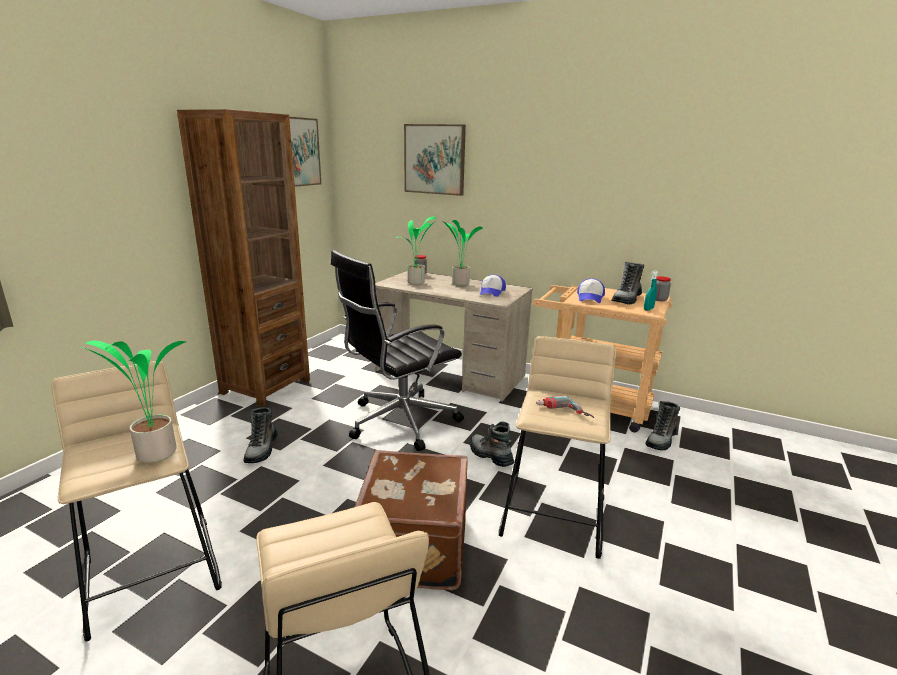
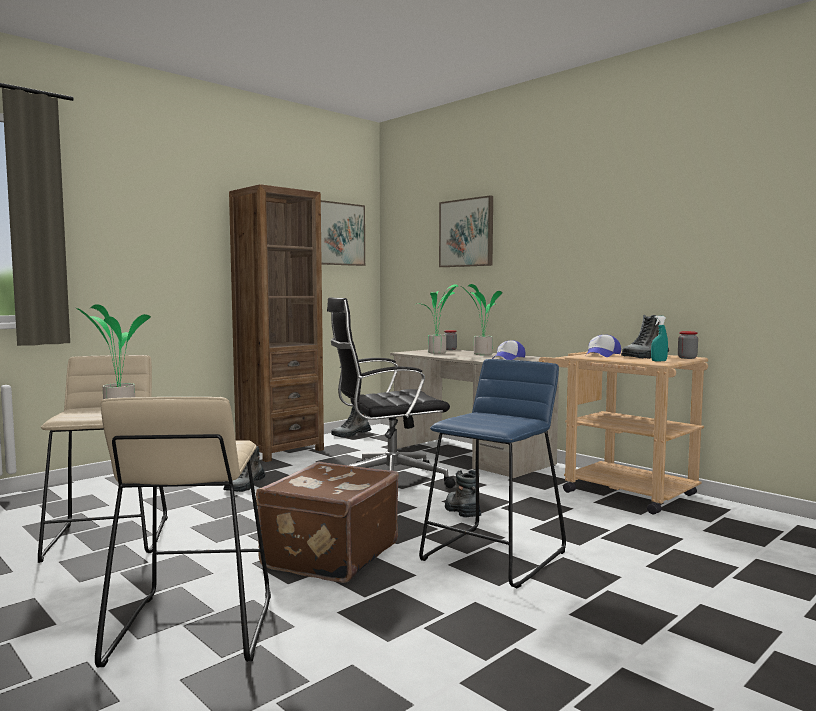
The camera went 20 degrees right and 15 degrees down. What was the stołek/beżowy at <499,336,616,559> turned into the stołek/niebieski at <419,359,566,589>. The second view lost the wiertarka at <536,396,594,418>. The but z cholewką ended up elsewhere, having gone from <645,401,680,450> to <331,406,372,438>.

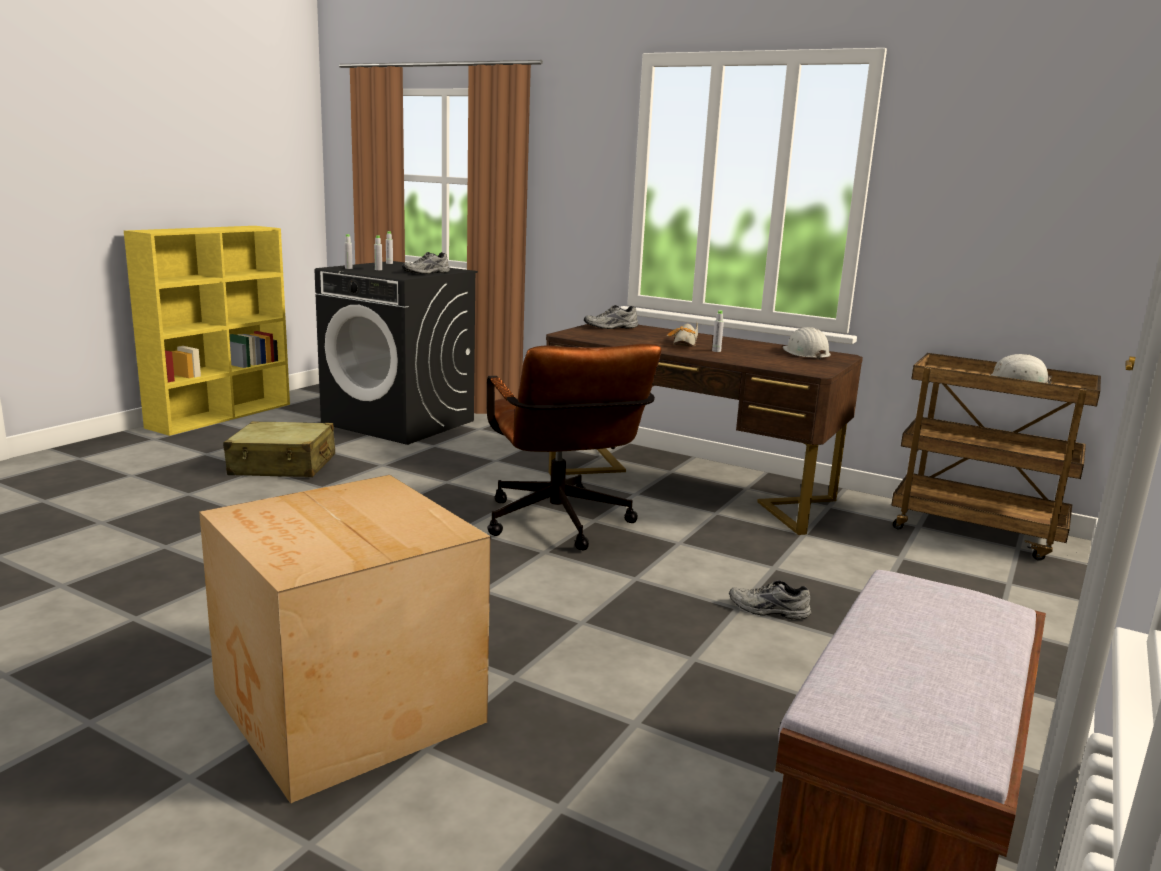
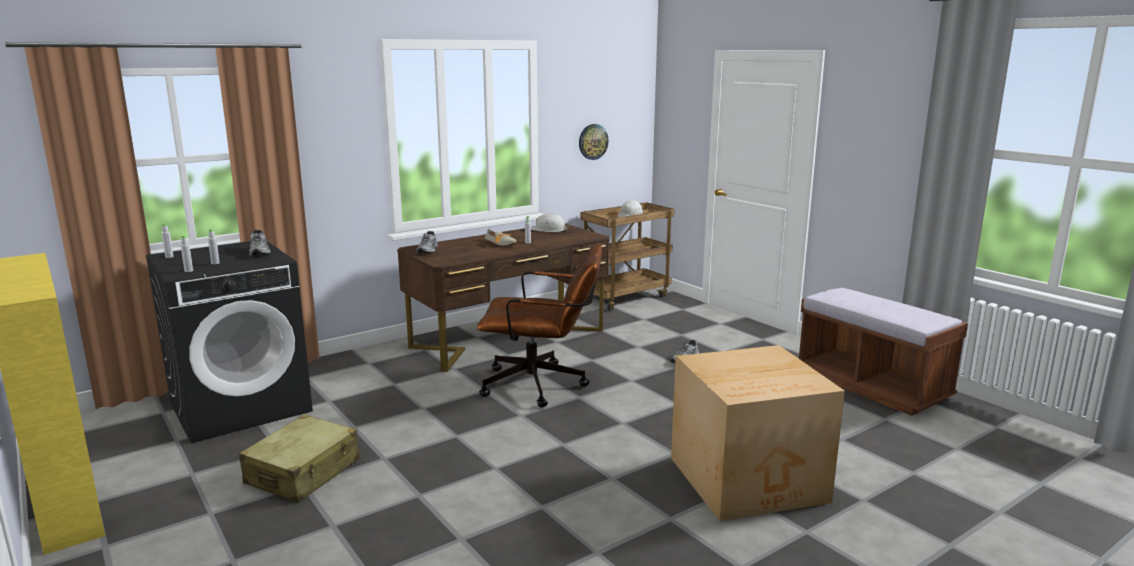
The camera went 65 degrees left and 0 degrees up. The second view gained the zegar ścienny at <579,124,609,160>.

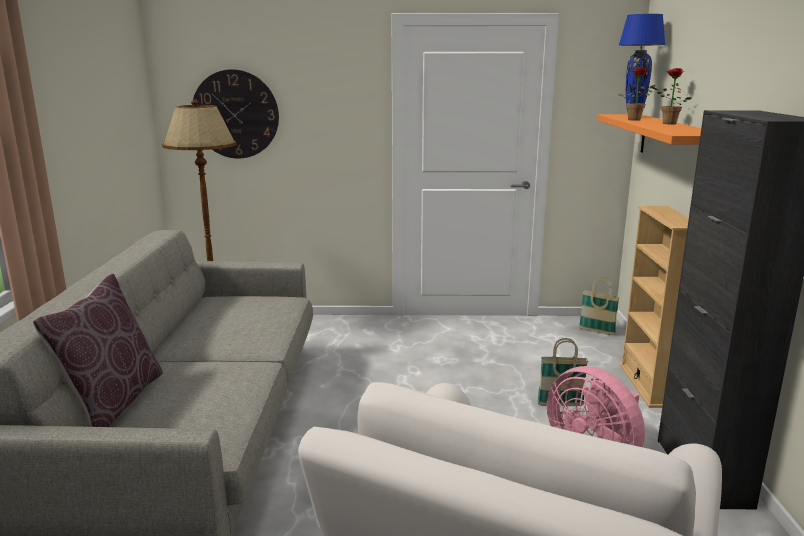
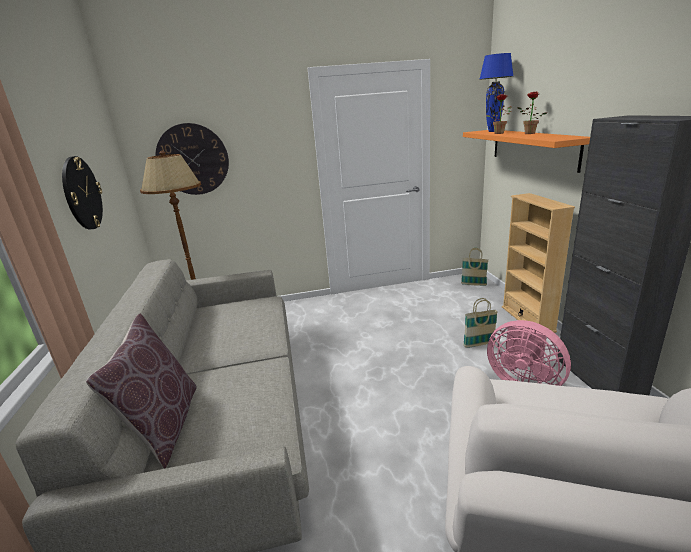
The camera went 10 degrees left and 5 degrees up. The second view gained the zegar ścienny at <62,156,103,230>.

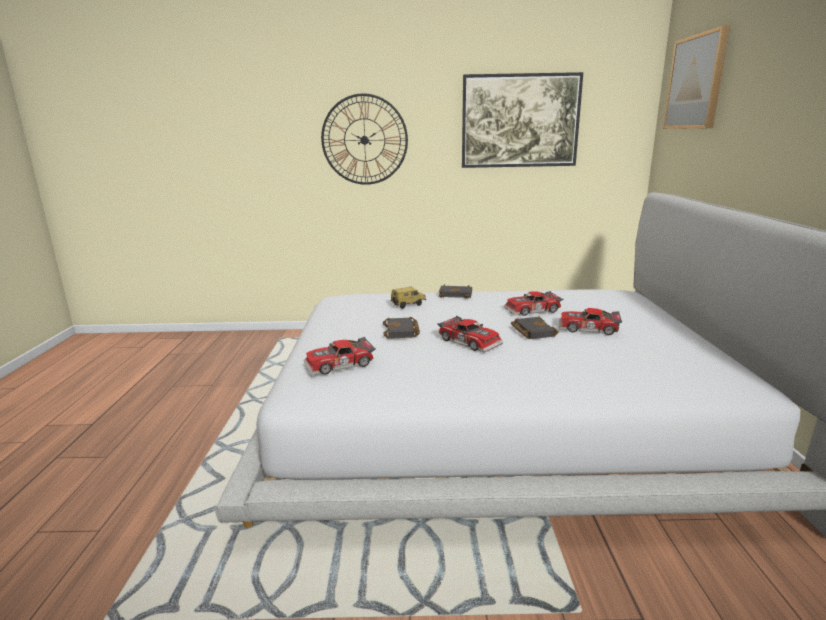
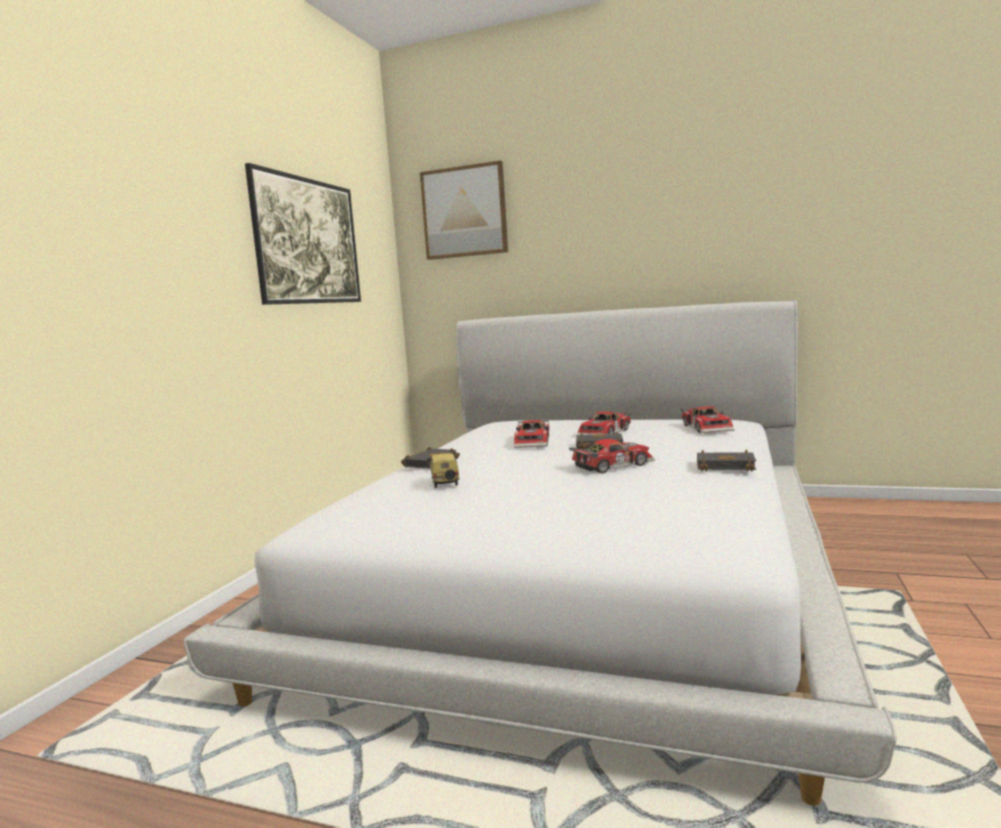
The camera went 70 degrees left and 10 degrees down. The samochodzik ended up elsewhere, having gone from <303,337,376,375> to <681,406,734,433>. The second view lost the zegar ścienny at <321,93,408,185>. The książka/czarny ended up elsewhere, having gone from <383,317,420,339> to <697,450,756,471>.

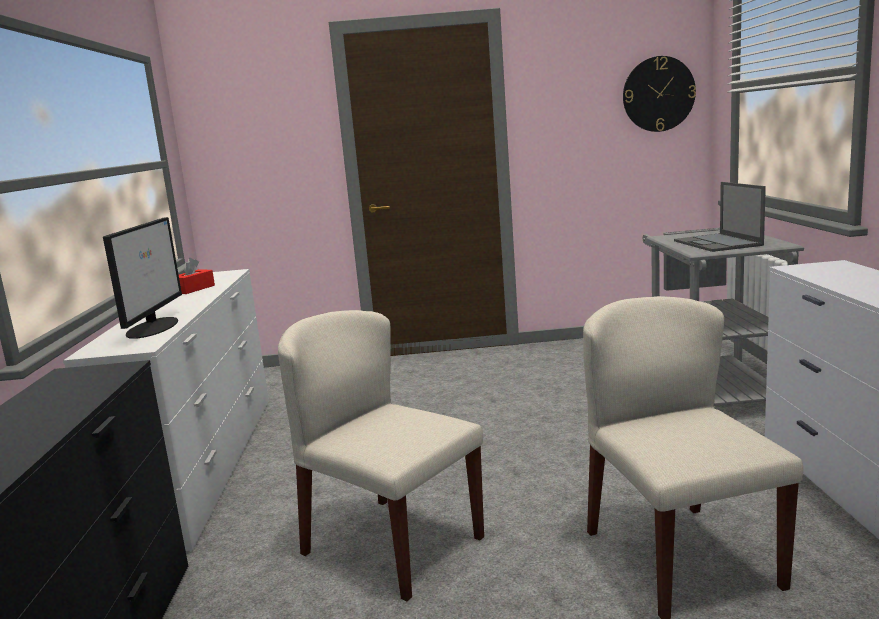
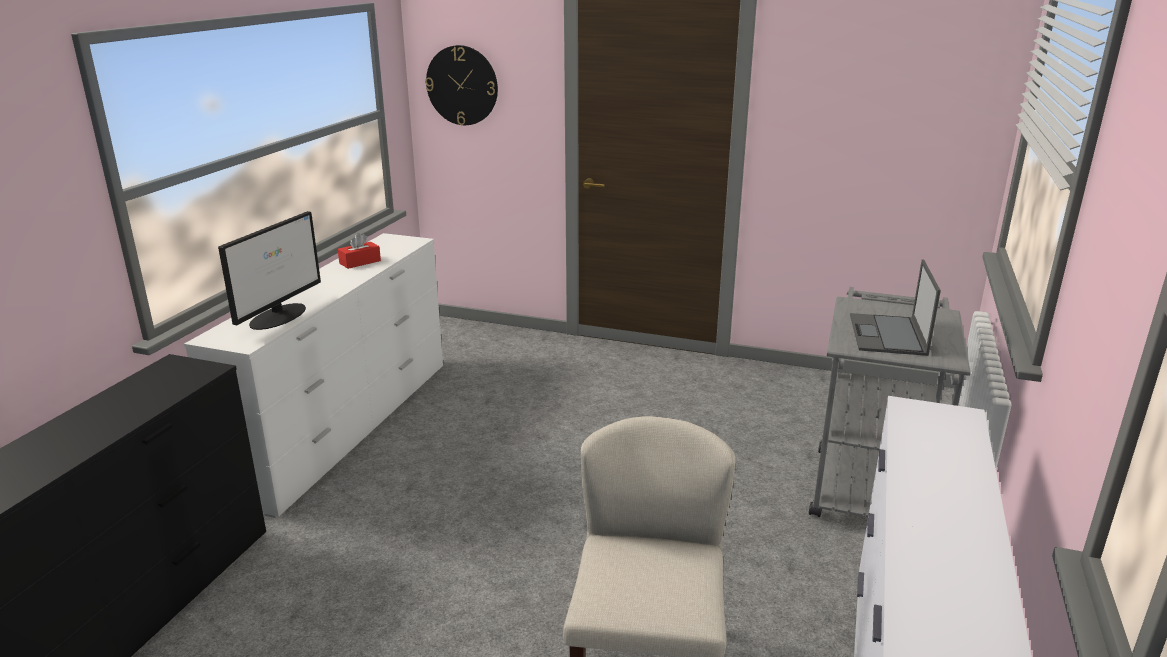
The camera went 20 degrees right and 10 degrees up. The second view lost the krzesło/beżowy at <278,310,484,601>. The zegar ścienny ended up elsewhere, having gone from <623,56,696,132> to <425,45,498,125>.

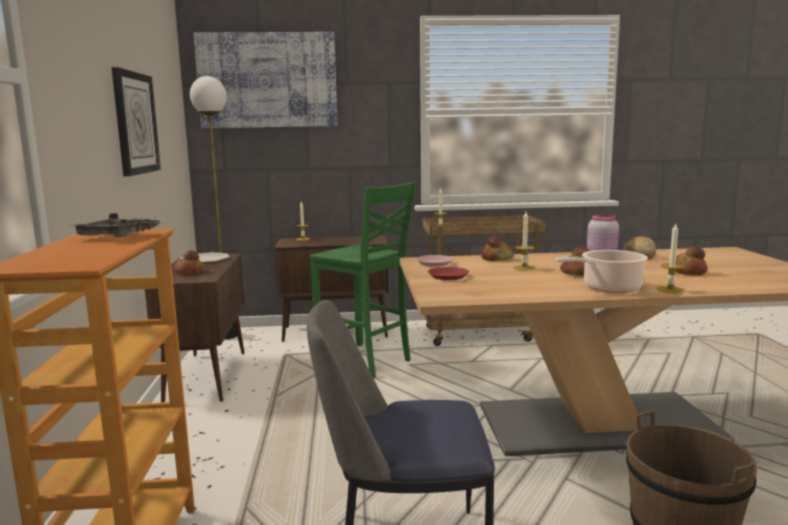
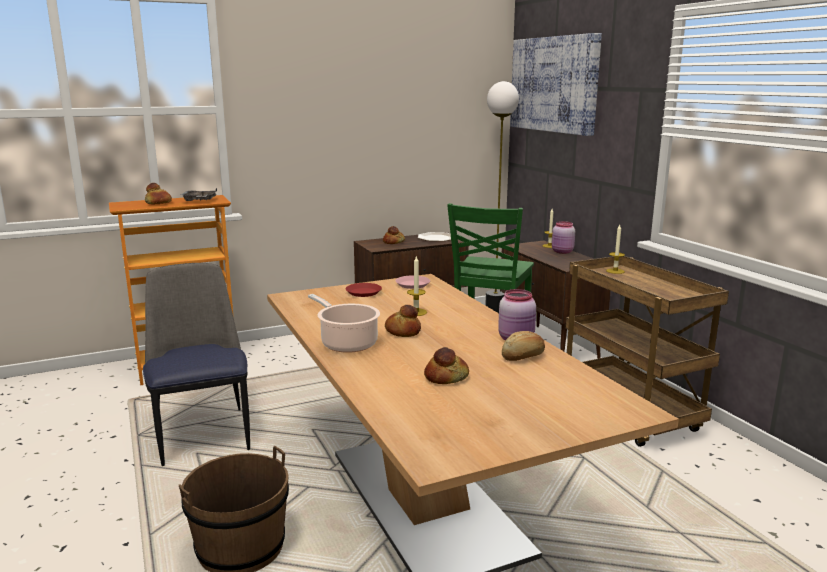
The camera went 70 degrees right and 5 degrees up. The second view lost the zegar ścienny at <111,67,161,176>. The chleb ended up elsewhere, having gone from <481,235,514,261> to <145,183,172,204>. The second view lost the świeca at <657,224,684,293>. The second view gained the słoik/różowy at <552,221,575,254>.

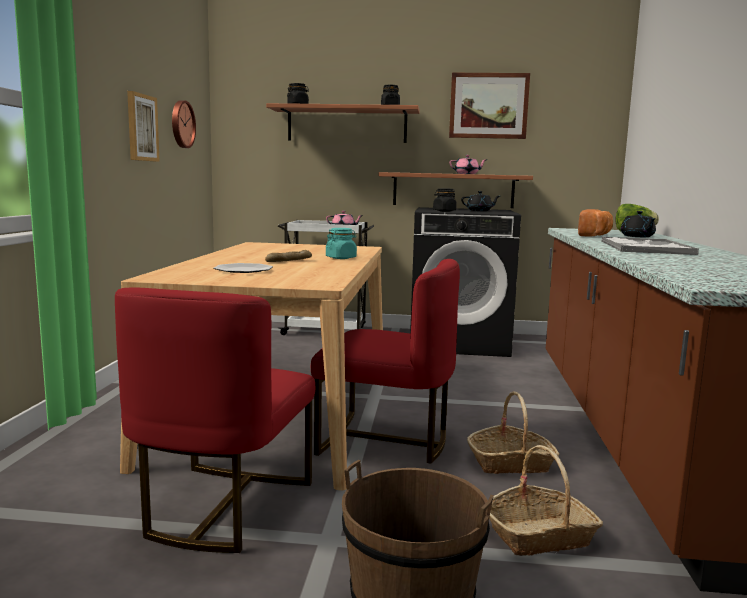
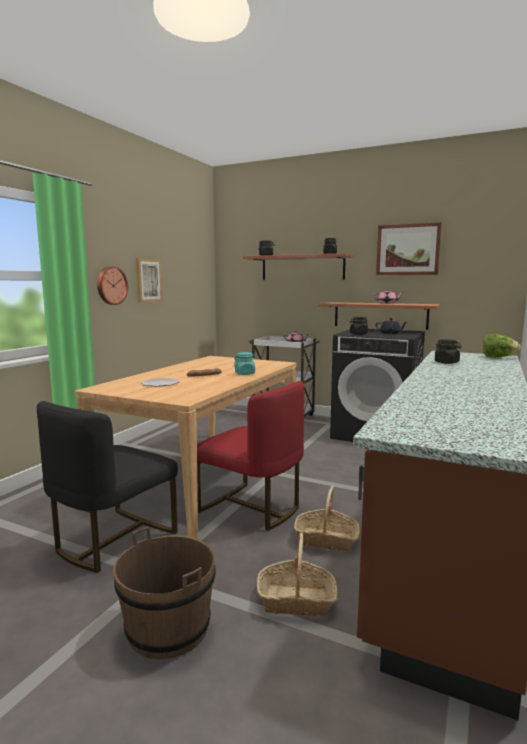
The camera went 20 degrees right and 0 degrees up. What was the krzesło/czerwony at <115,288,315,553> turned into the krzesło/czarny at <37,401,178,573>. The zegar ścienny ended up elsewhere, having gone from <172,100,196,148> to <97,266,128,305>. Where the chleb stood at <578,209,613,237>, the słoik/czarny came to stand at <435,339,462,364>. The second view lost the taca at <601,237,699,255>. The second view lost the imbryk/czarny at <621,211,656,237>.

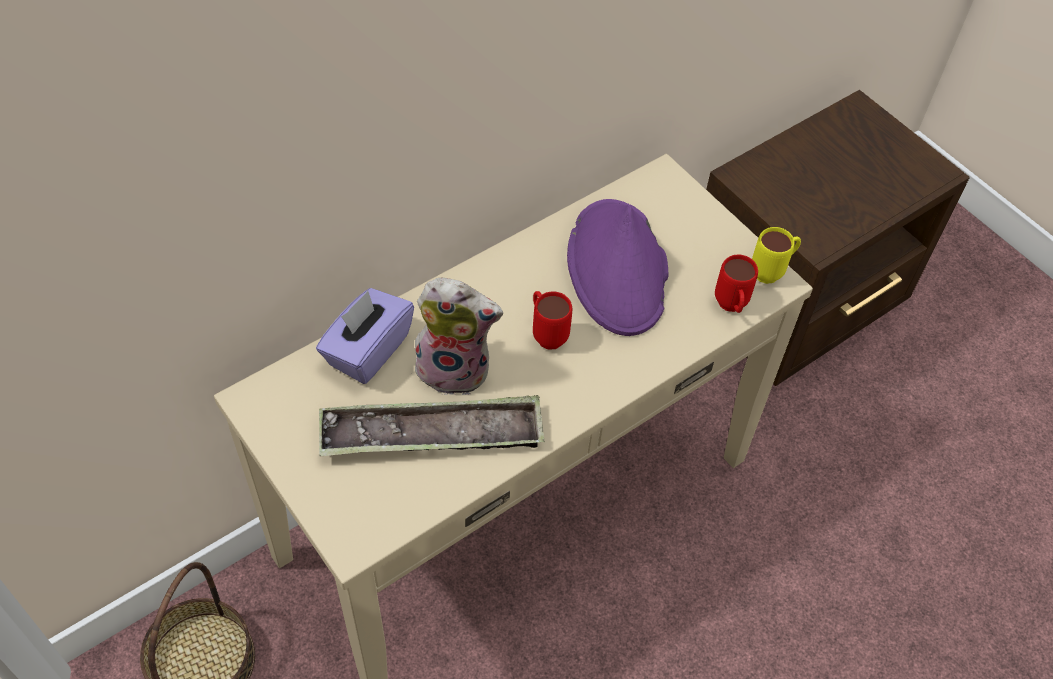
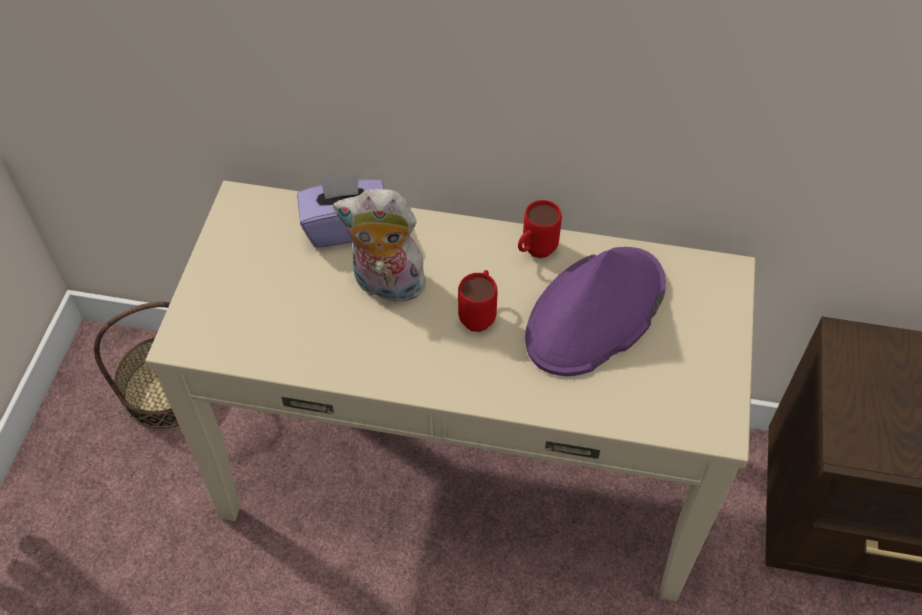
The camera went 50 degrees right and 0 degrees up. The second view lost the taca at <319,395,544,456>. The pluszak at <412,278,503,395> ended up facing another way, 135 degrees clockwise from before. The kubek/czerwony ended up elsewhere, having gone from <715,255,758,313> to <518,200,562,258>. The second view lost the kubek/żółty at <752,227,801,284>.

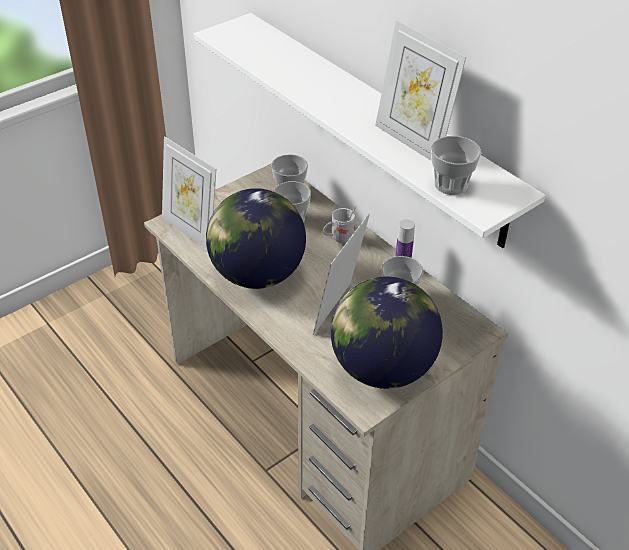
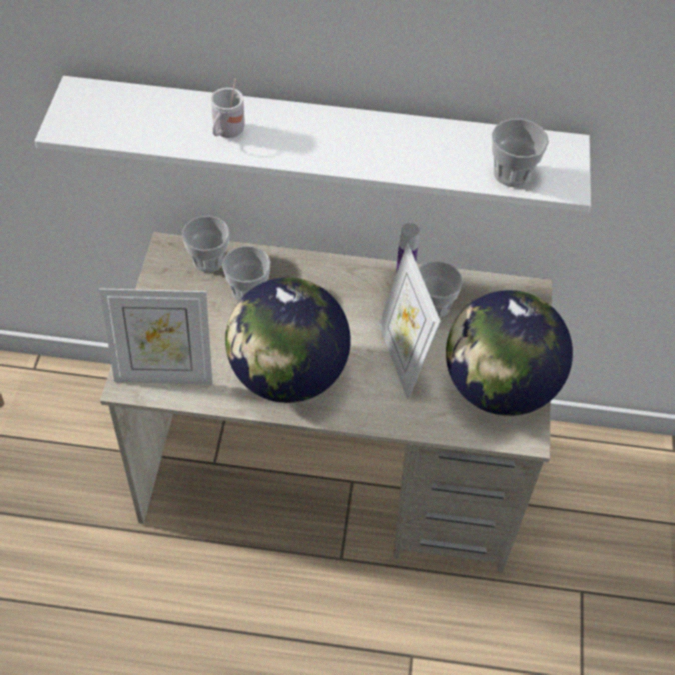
The camera went 45 degrees left and 10 degrees up. The kubek/biały ended up elsewhere, having gone from <323,206,357,243> to <211,78,245,138>. The second view lost the ramka na zdjęcie at <375,21,466,161>.

